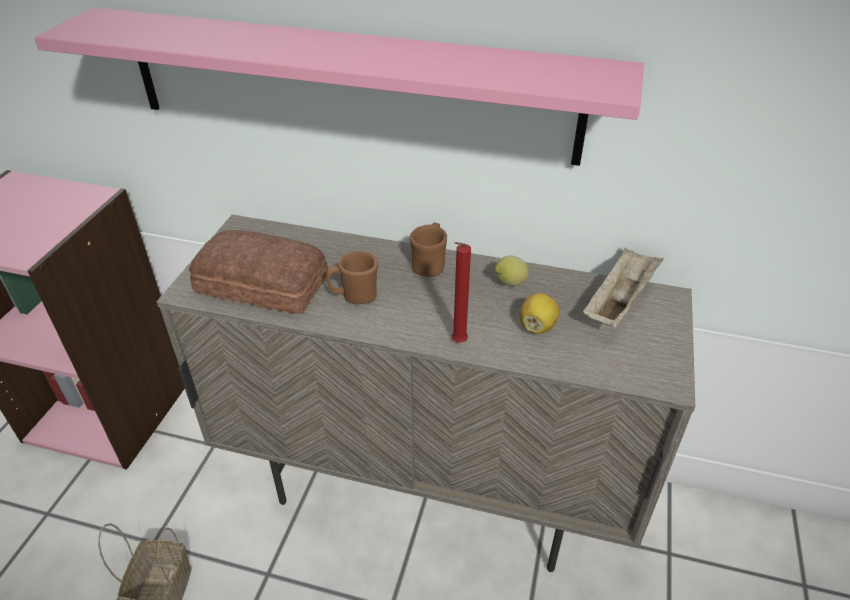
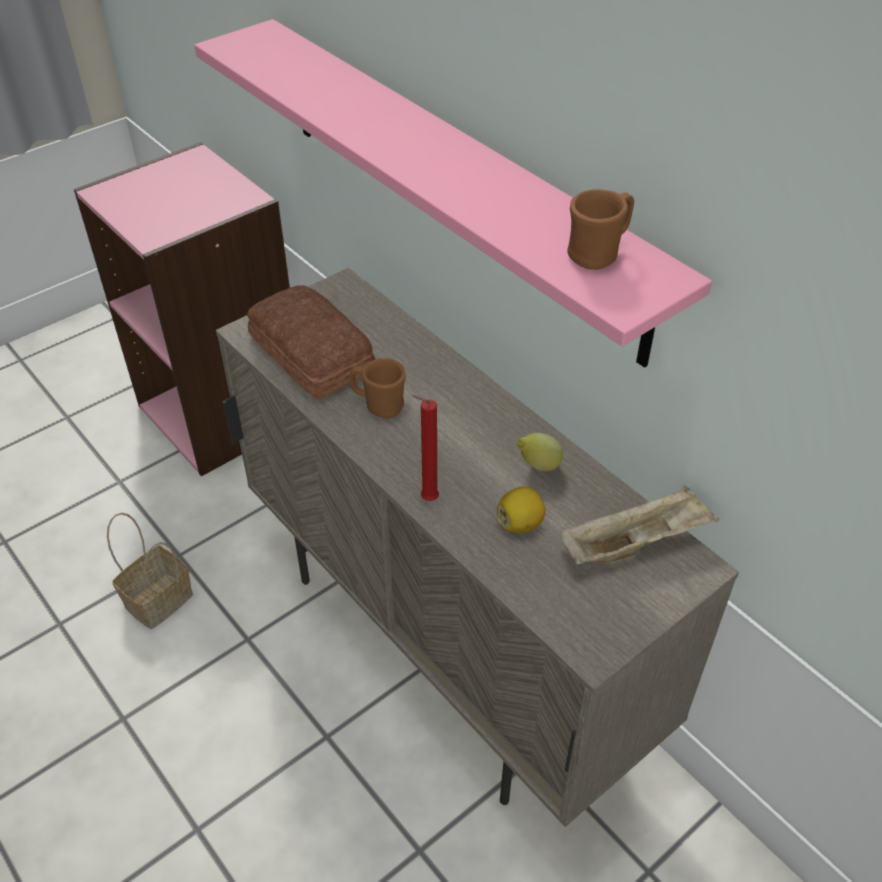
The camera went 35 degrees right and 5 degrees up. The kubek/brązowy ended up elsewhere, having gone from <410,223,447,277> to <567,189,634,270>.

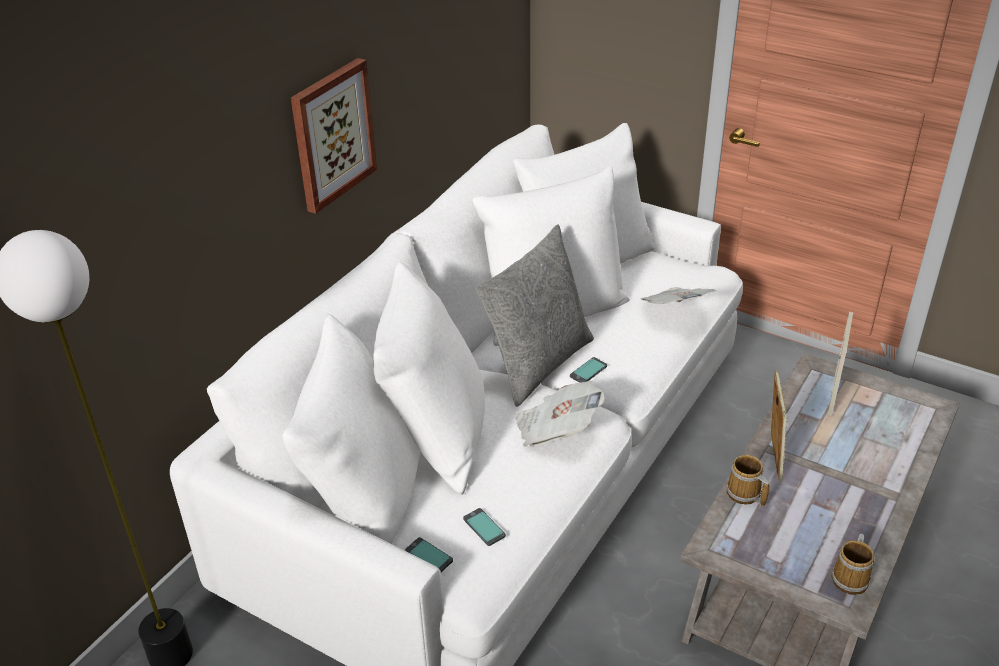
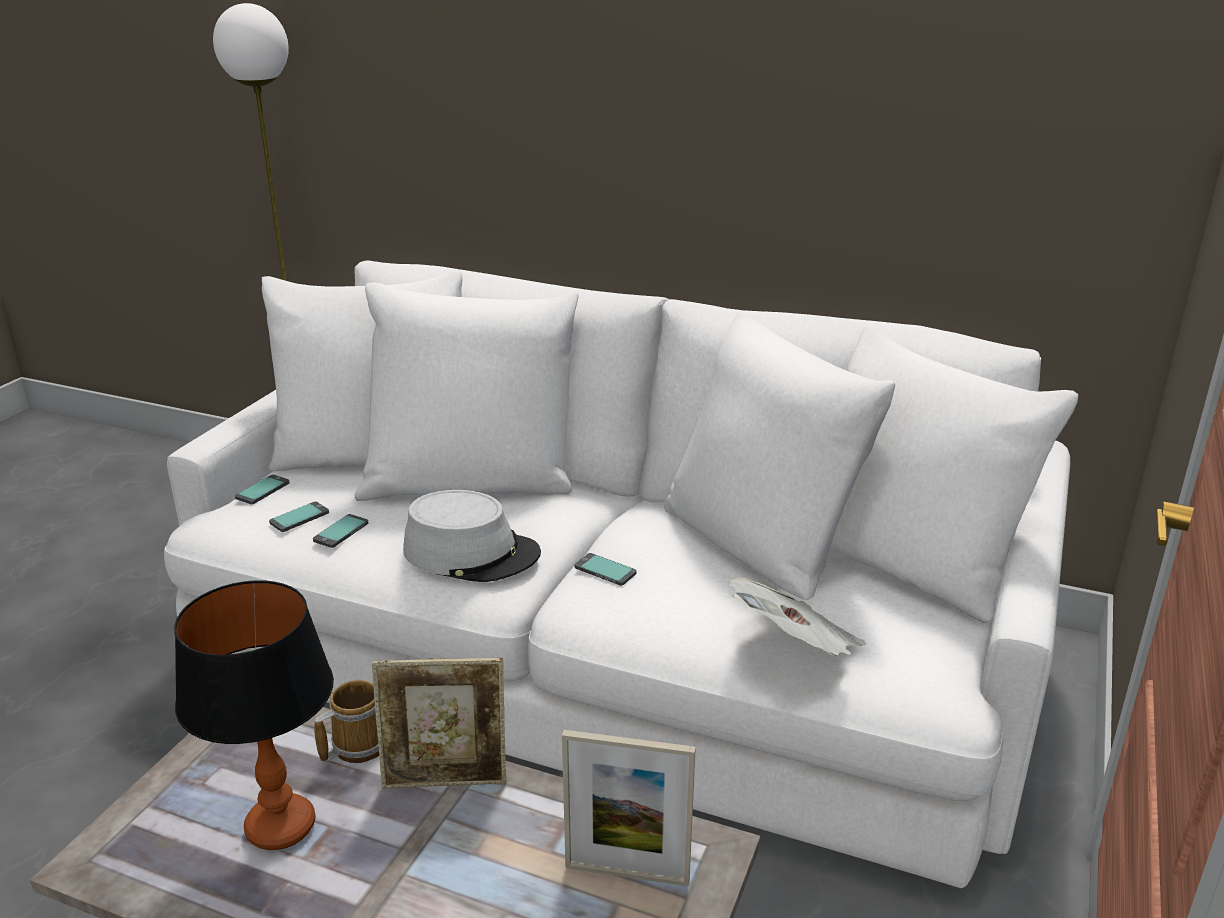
The camera went 80 degrees right and 10 degrees down. The second view lost the obraz at <291,58,377,214>. The second view lost the poduszka/szary at <475,224,594,407>. Where the gazeta stood at <516,381,604,447>, the kapelusz/szary came to stand at <403,490,541,582>. The second view lost the kubek at <832,534,875,595>. The second view gained the lampa stołowa at <174,580,334,850>. The second view gained the telefon at <313,514,368,548>.

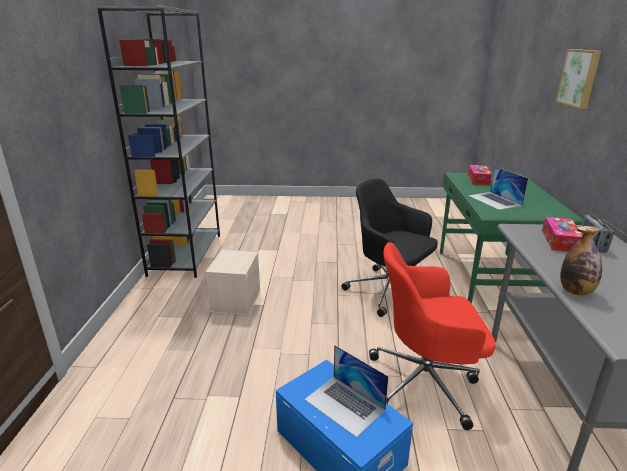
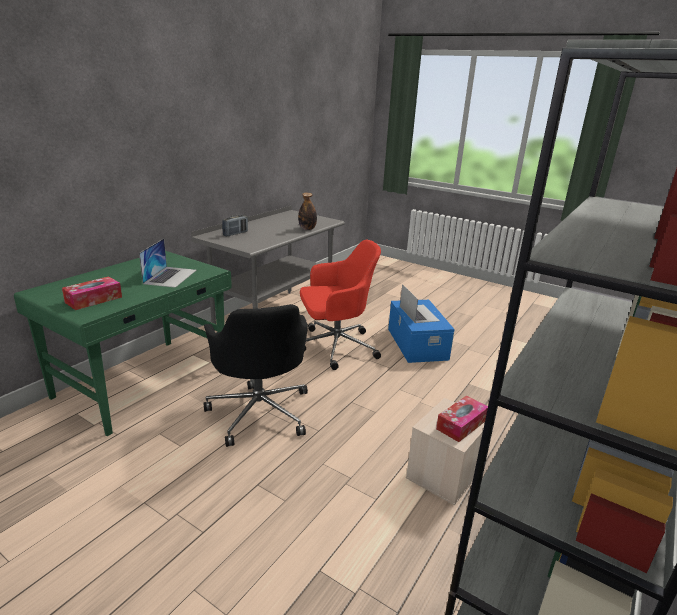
The camera went 150 degrees left and 0 degrees up. The krzesło biurowe/czerwony at <369,242,496,430> ended up facing another way, 45 degrees counterclockwise from before. The pudełko chusteczek ended up elsewhere, having gone from <542,217,583,252> to <436,395,488,442>. The second view lost the obraz at <556,49,601,109>.

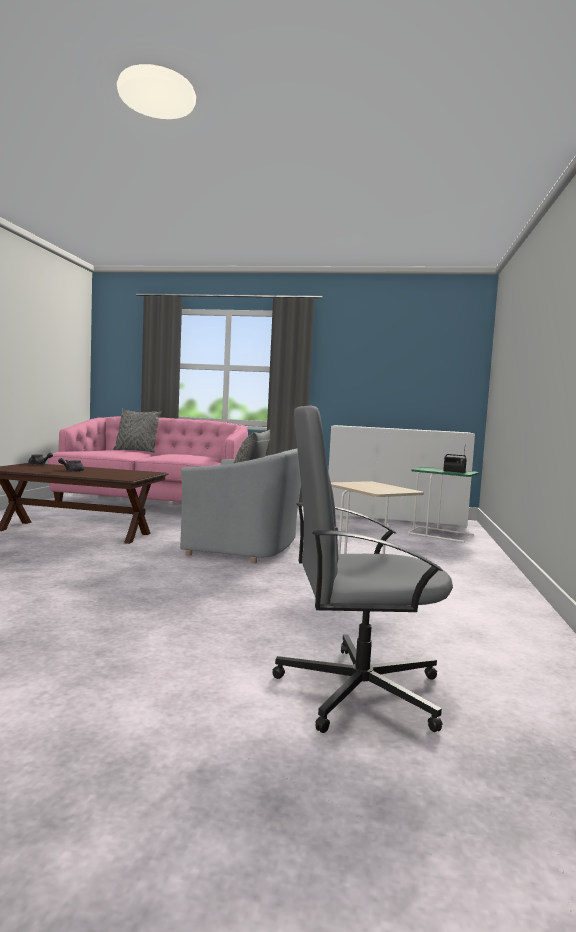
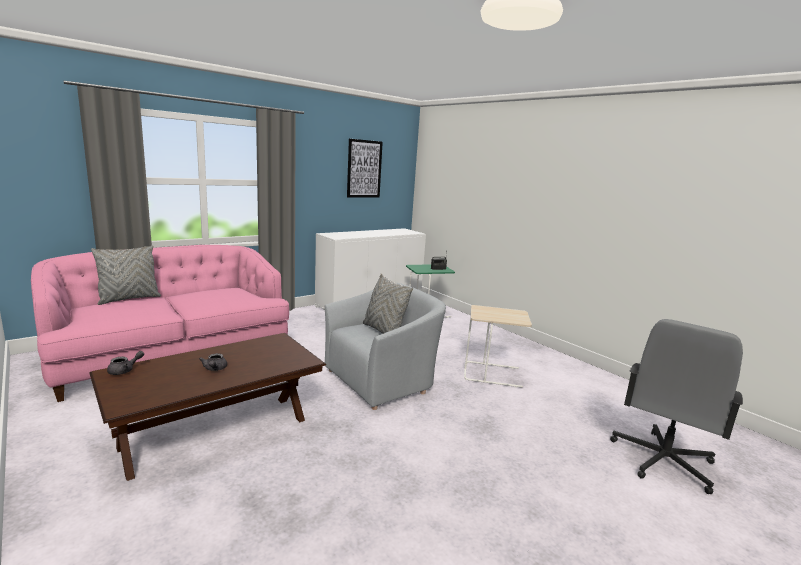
The camera went 50 degrees left and 10 degrees up. The second view gained the obraz at <347,139,383,197>.

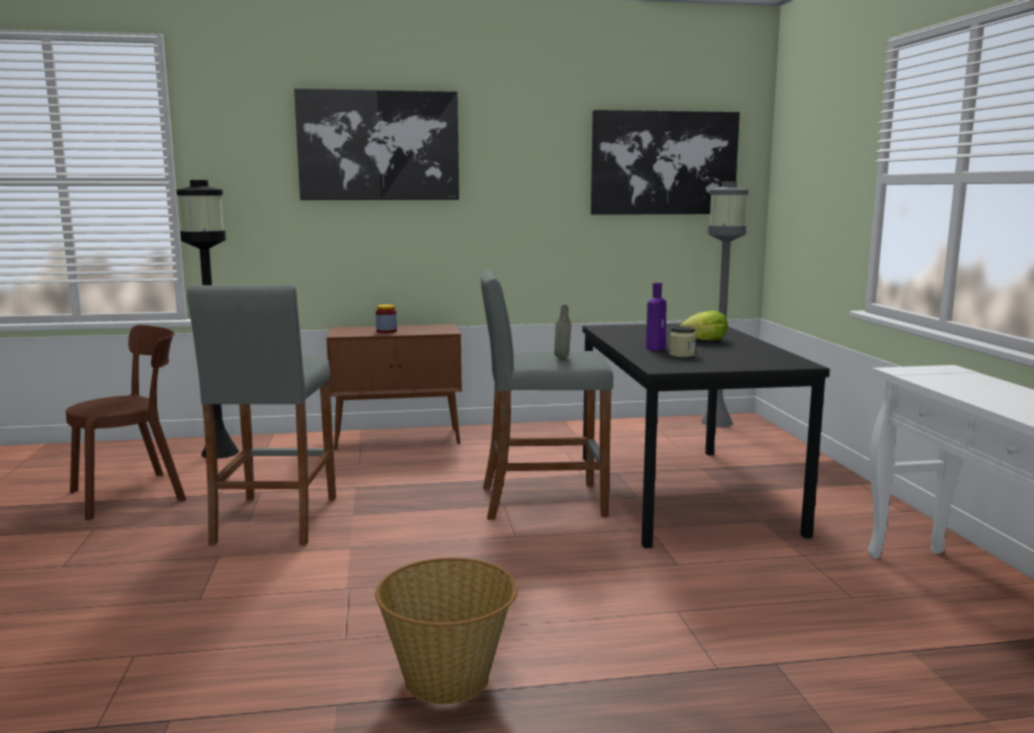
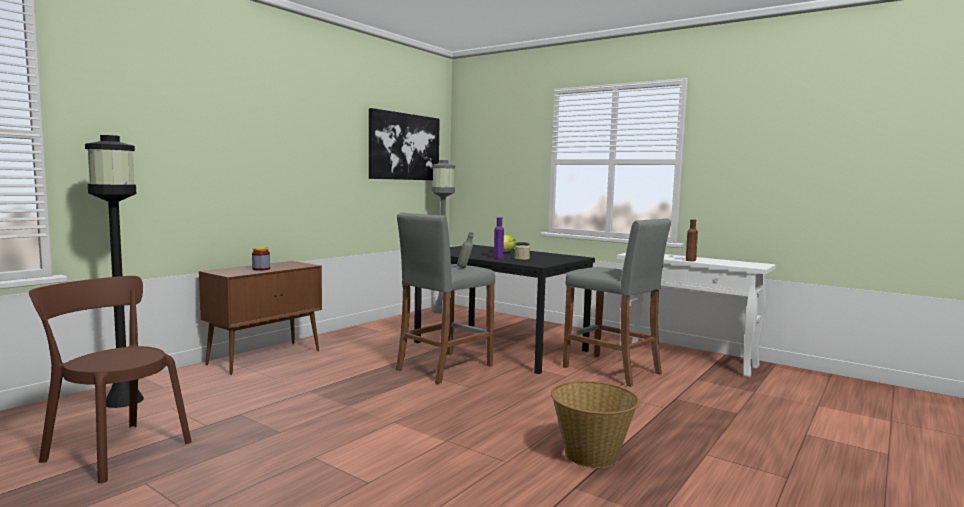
The camera went 45 degrees left and 5 degrees down. The krzesło/brązowy at <66,325,186,520> ended up facing another way, 75 degrees counterclockwise from before. The stołek/szary ended up elsewhere, having gone from <187,284,336,545> to <563,218,671,387>. The second view lost the obraz at <294,89,459,200>. The second view gained the butelka/brązowy at <686,220,698,261>.

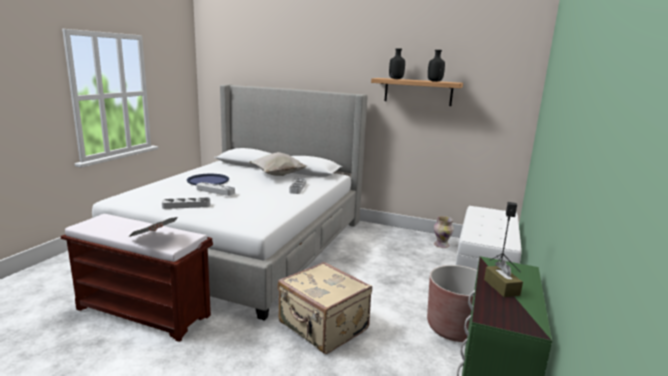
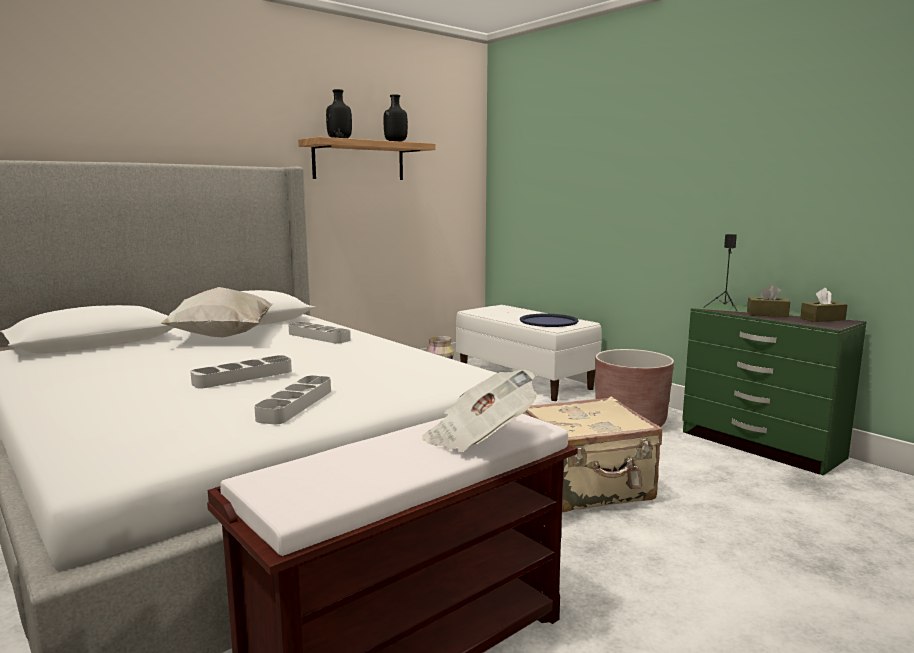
The camera went 60 degrees left and 5 degrees down. The taca/niebieski ended up elsewhere, having gone from <187,174,229,185> to <520,314,579,327>. The second view gained the pudełko chusteczek/brązowy at <800,288,848,322>.

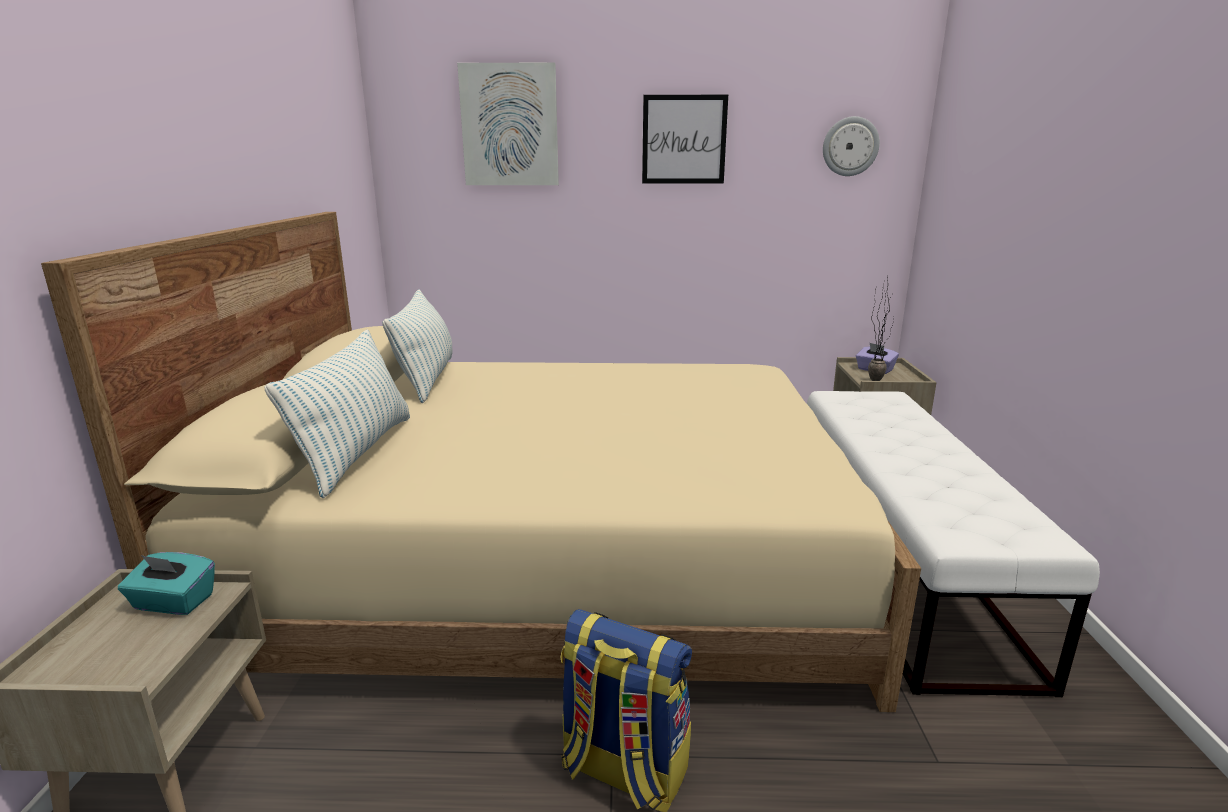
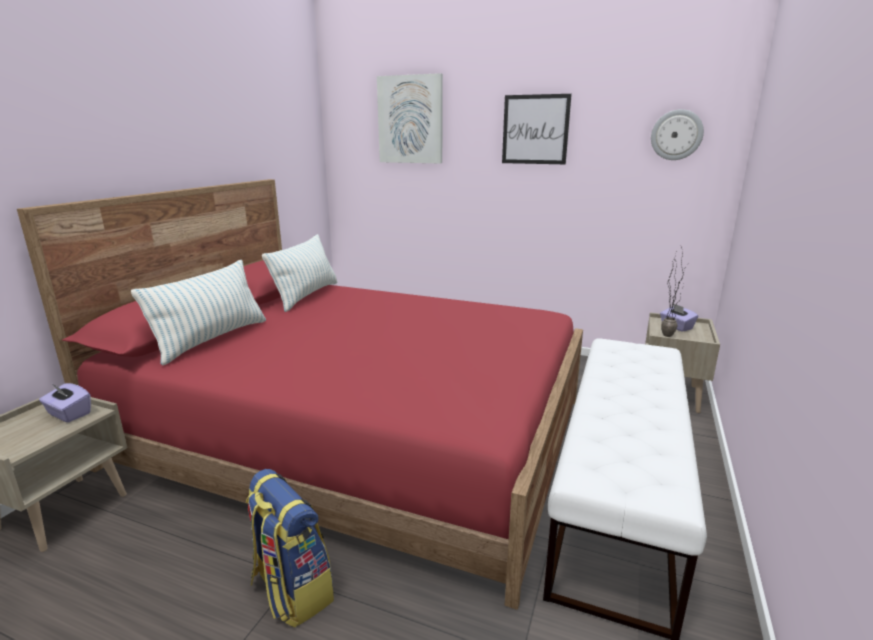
The camera went 20 degrees right and 0 degrees up. What was the łóżko/beżowy at <41,212,921,712> turned into the łóżko/czerwony at <17,179,583,610>. What was the pudełko chusteczek/turkusowy at <118,552,215,615> turned into the pudełko chusteczek/fioletowy at <39,383,91,422>.

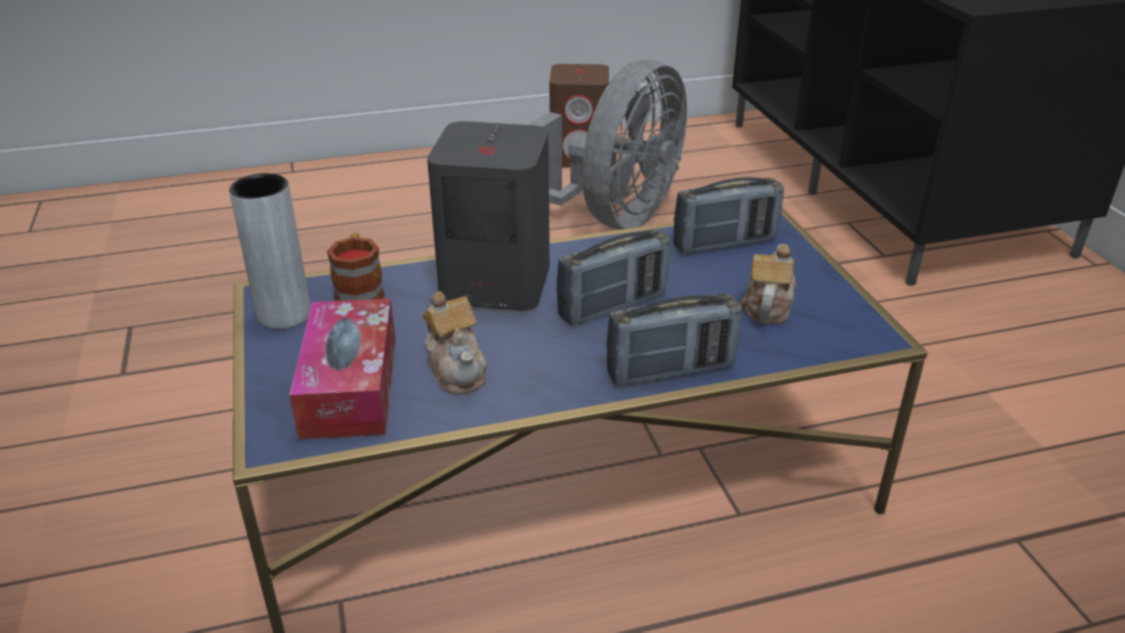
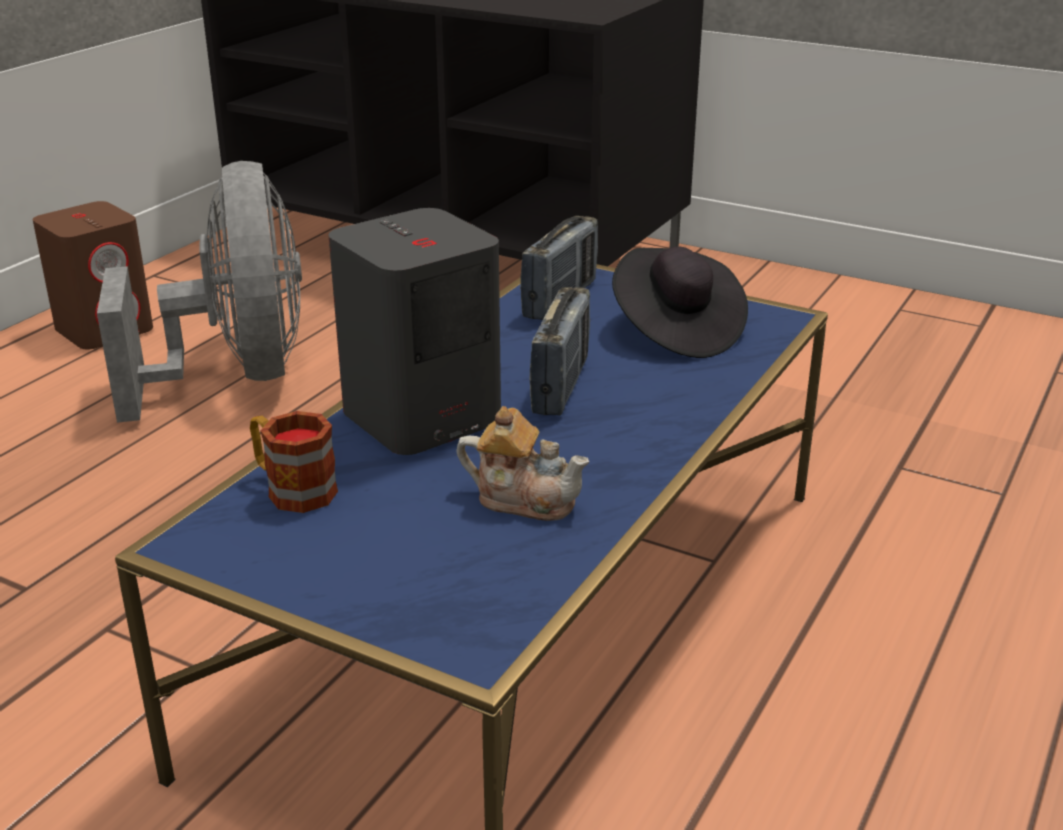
The camera went 45 degrees left and 5 degrees down. The second view lost the wazon/szary at <229,173,311,329>. The second view lost the pudełko chusteczek at <289,298,396,439>. The second view lost the radio at <606,294,742,386>. Where the imbryk stood at <741,244,796,324>, the kapelusz/czarny came to stand at <612,246,748,358>.

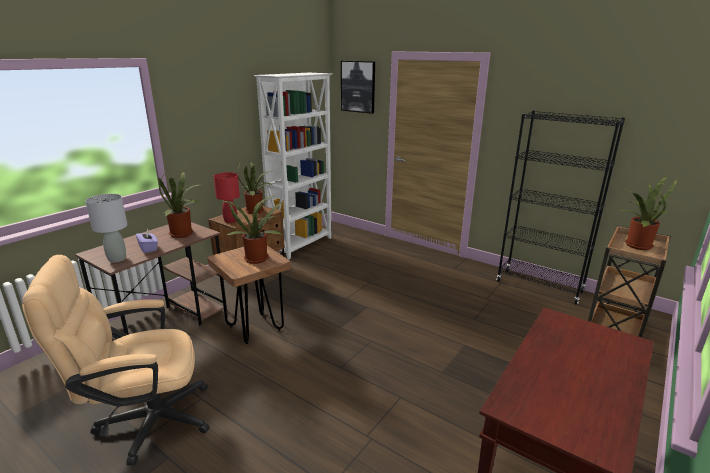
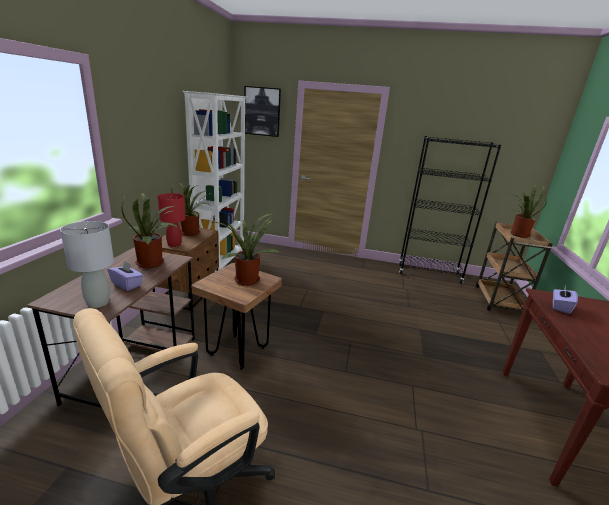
The camera went 25 degrees left and 0 degrees up. The second view gained the pudełko chusteczek/fioletowy at <553,287,578,314>.

